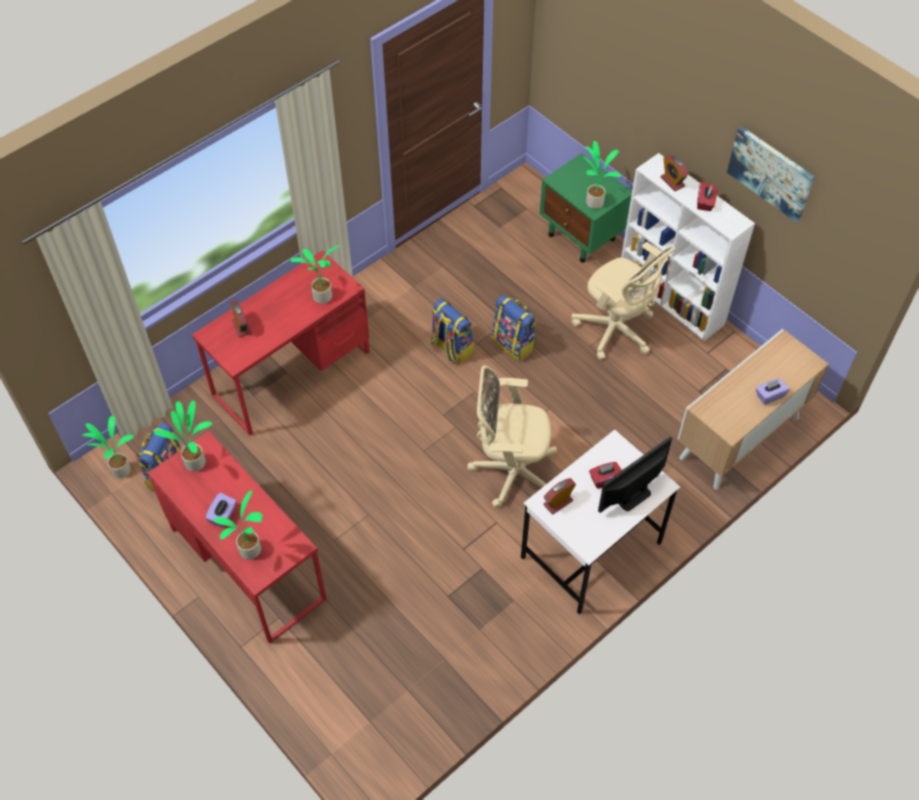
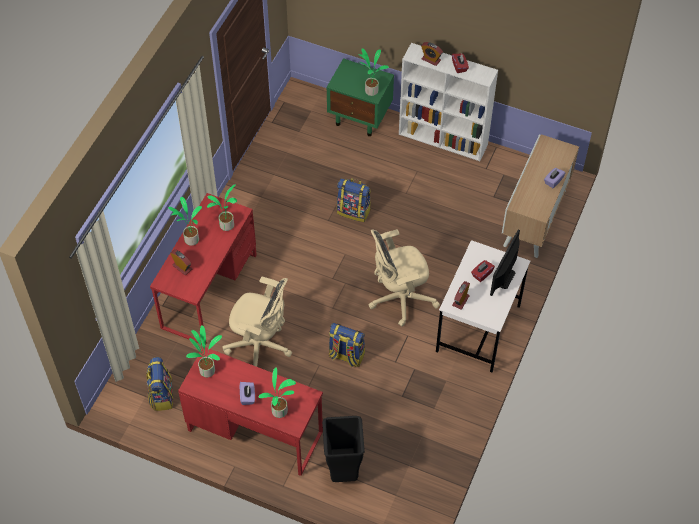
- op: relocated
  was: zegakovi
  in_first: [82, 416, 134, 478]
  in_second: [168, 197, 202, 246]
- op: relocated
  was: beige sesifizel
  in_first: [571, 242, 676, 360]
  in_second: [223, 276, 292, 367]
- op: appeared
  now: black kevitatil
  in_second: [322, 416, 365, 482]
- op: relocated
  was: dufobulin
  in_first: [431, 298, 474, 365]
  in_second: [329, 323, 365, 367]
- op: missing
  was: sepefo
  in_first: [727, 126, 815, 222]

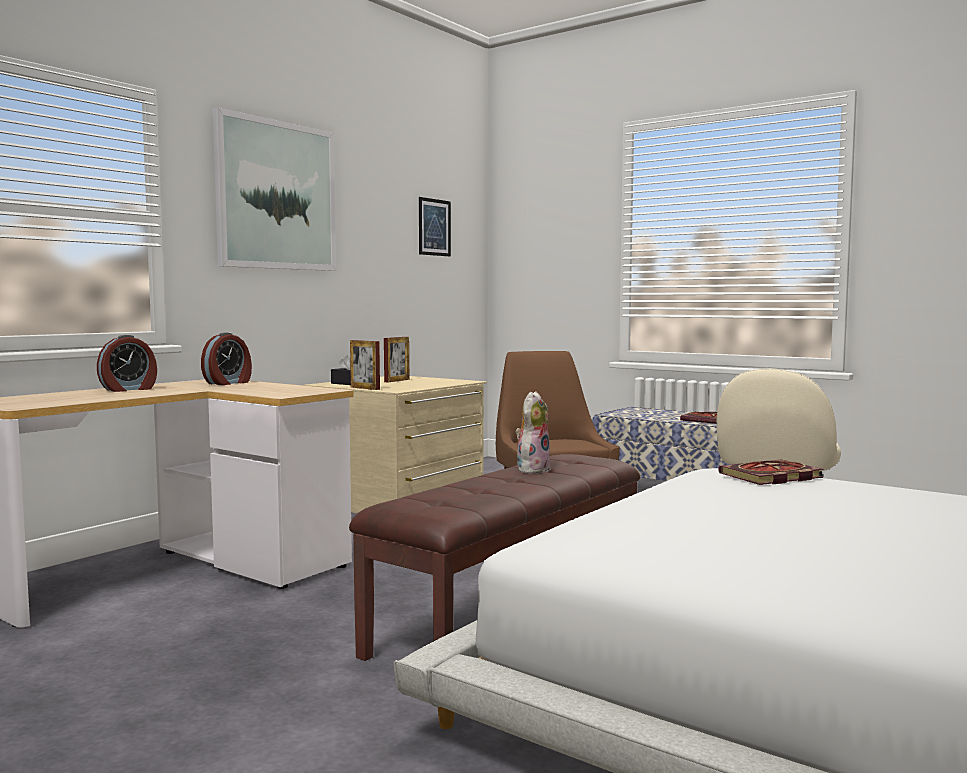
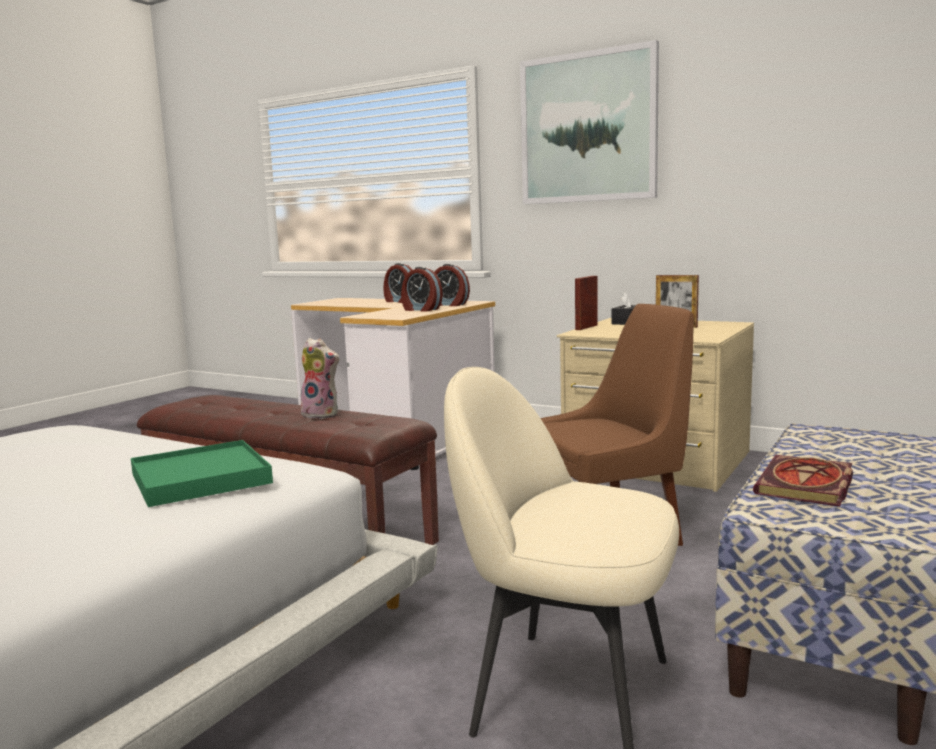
- op: exchanged
  was: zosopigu
  now: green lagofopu
  in_first: [718, 459, 824, 485]
  in_second: [131, 440, 273, 507]
- op: appeared
  now: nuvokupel
  in_second: [401, 267, 443, 312]
- op: missing
  was: sepefo
  in_first: [419, 197, 451, 256]

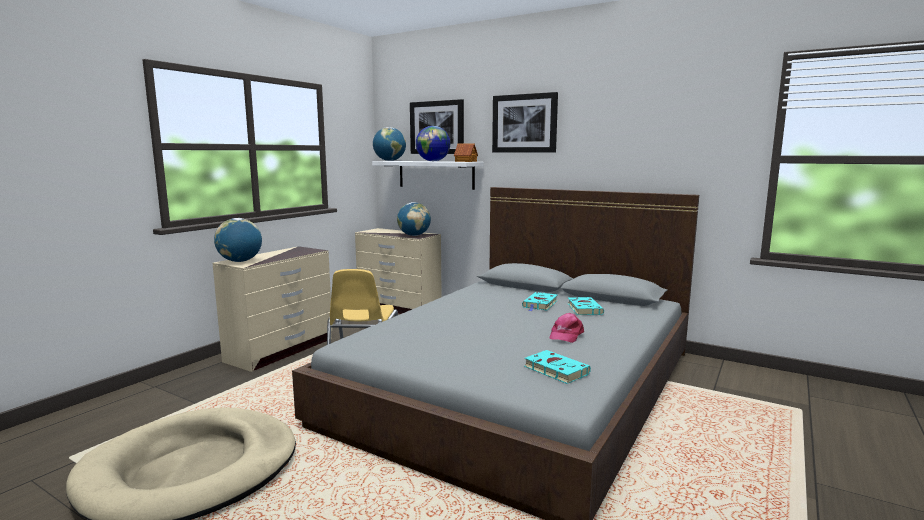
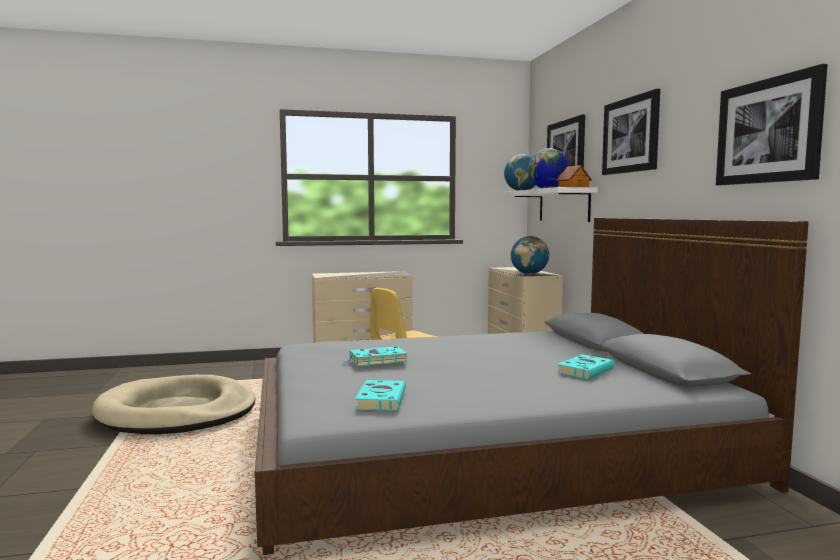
- op: relocated
  was: turquoise zosopigu
  in_first: [522, 292, 558, 311]
  in_second: [343, 346, 407, 366]
- op: appeared
  now: sepefo
  in_second: [716, 64, 828, 185]
- op: missing
  was: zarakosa
  in_first: [214, 218, 262, 262]
- op: missing
  was: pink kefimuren
  in_first: [550, 313, 584, 343]

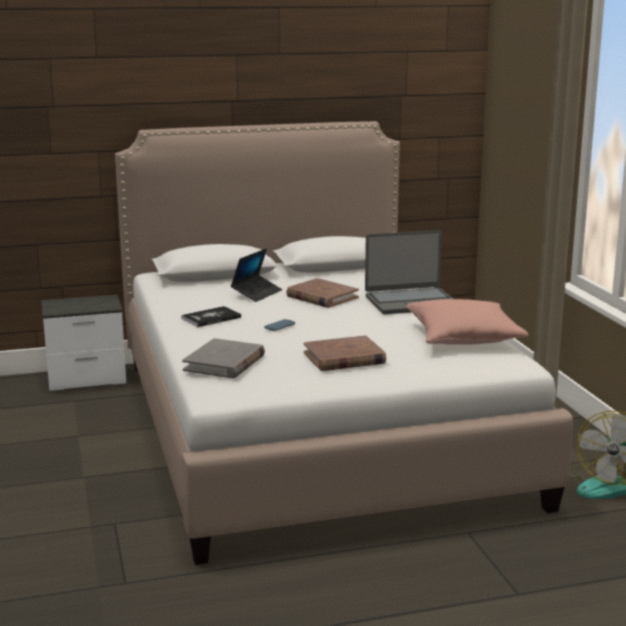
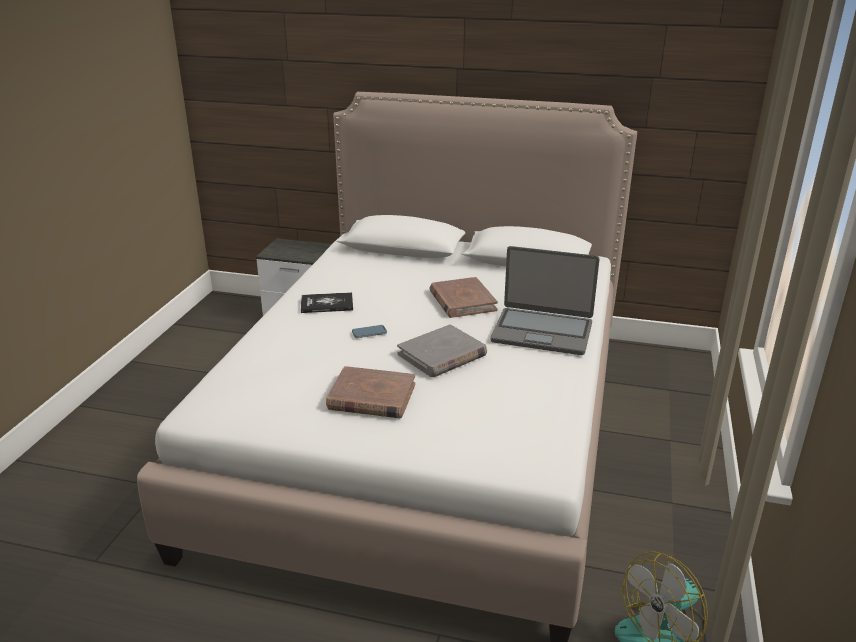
- op: relocated
  was: grey zosopigu
  in_first: [182, 338, 265, 378]
  in_second: [397, 324, 487, 377]
- op: missing
  was: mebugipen
  in_first: [231, 248, 282, 302]
- op: missing
  was: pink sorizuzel
  in_first: [406, 299, 529, 345]

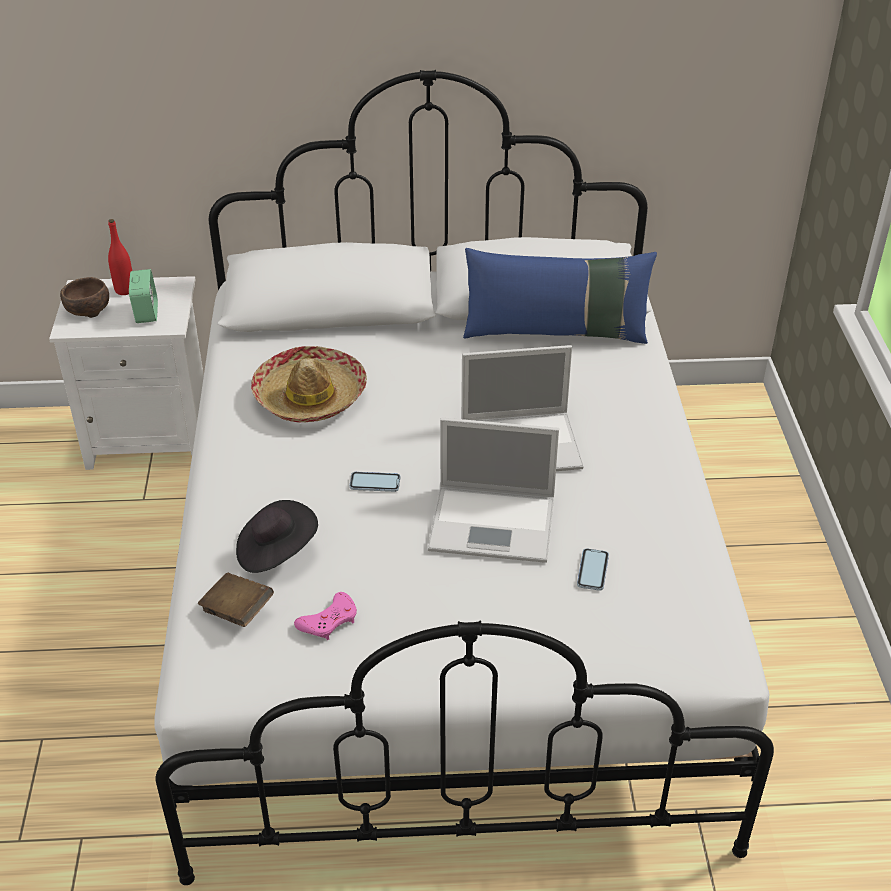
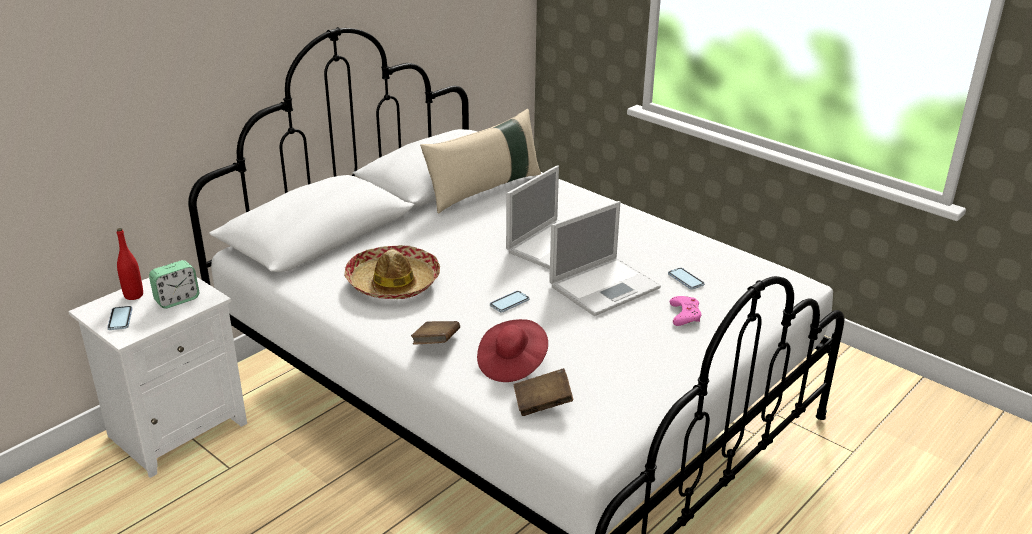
- op: exchanged
  was: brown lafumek
  now: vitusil
  in_first: [60, 277, 109, 318]
  in_second: [107, 306, 133, 330]
- op: spun
  was: nuvokupel
  in_first: [129, 269, 158, 323]
  in_second: [149, 260, 199, 309]
  clockwise: 105
- op: appeared
  now: brown zosopigu
  in_second: [411, 321, 460, 345]
- op: colour
  was: blue sorizuzel
  now: beige sorizuzel
  in_first: [463, 248, 657, 344]
  in_second: [420, 109, 541, 214]
- op: colour
  was: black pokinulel
  now: red pokinulel
  in_first: [236, 500, 318, 573]
  in_second: [477, 319, 548, 382]
- op: relocated
  was: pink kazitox
  in_first: [294, 592, 357, 640]
  in_second: [670, 296, 701, 326]

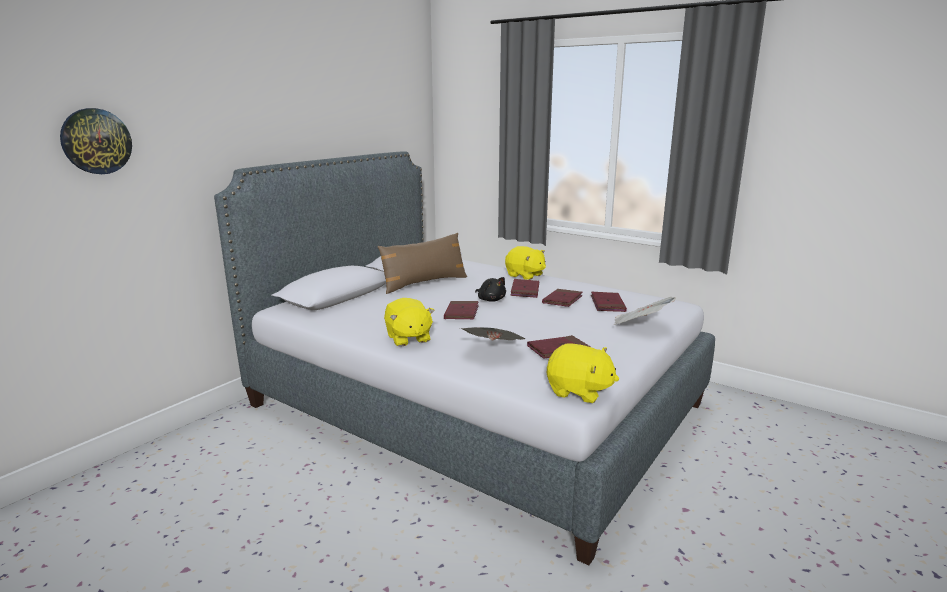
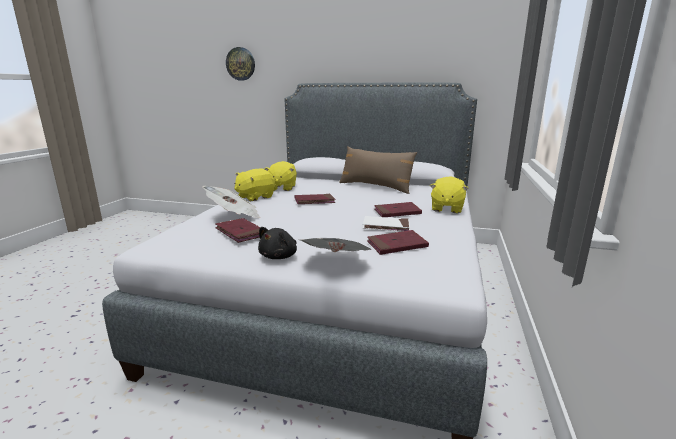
- op: relocated
  was: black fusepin
  in_first: [475, 277, 506, 302]
  in_second: [258, 227, 297, 259]
- op: relocated
  was: yellow fusepin
  in_first: [547, 343, 619, 403]
  in_second: [264, 161, 297, 191]
- op: colour
  was: red zosopigu
  now: white zosopigu
  in_first: [542, 289, 583, 307]
  in_second: [363, 216, 410, 232]

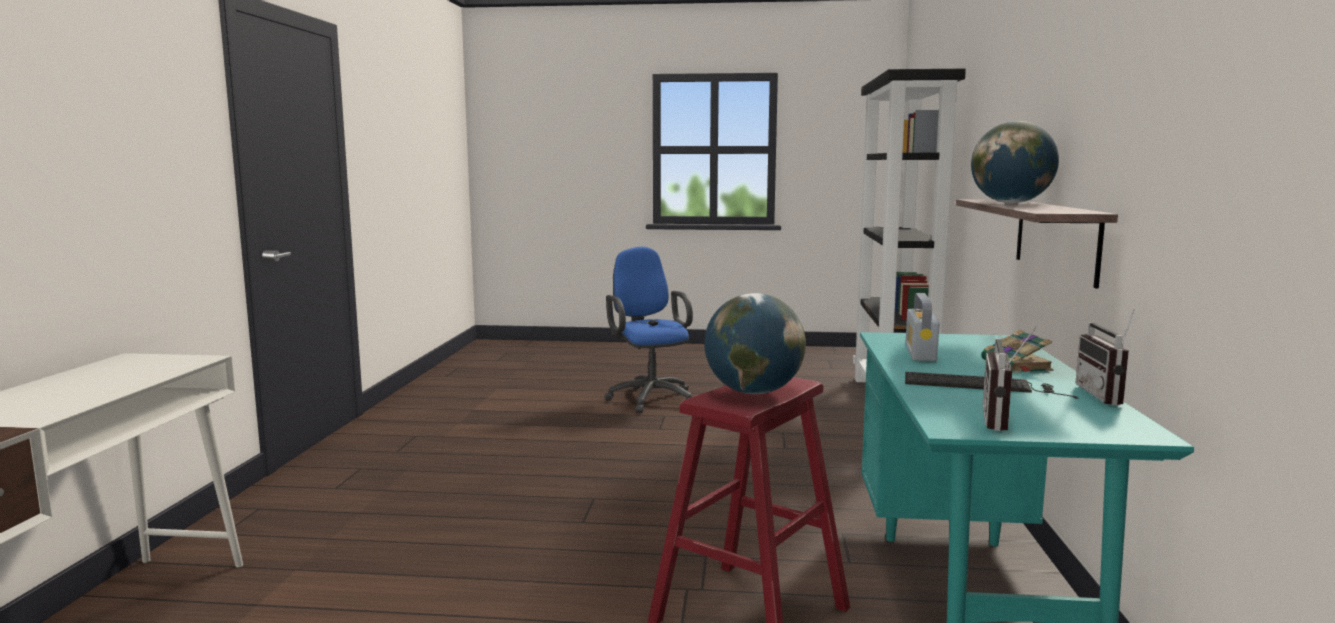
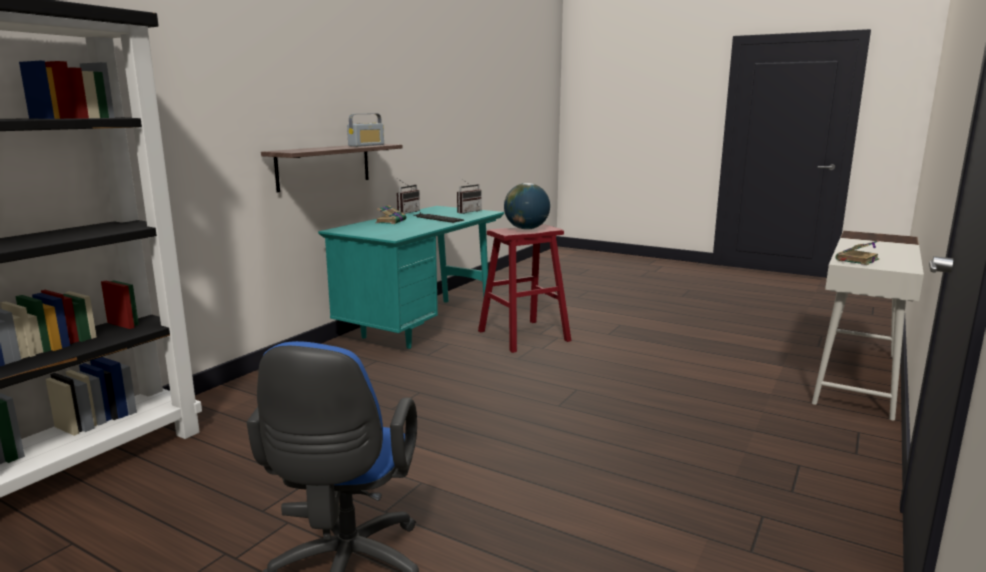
- op: relocated
  was: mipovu
  in_first: [905, 293, 939, 361]
  in_second: [347, 113, 384, 147]
- op: appeared
  now: zosopigu
  in_second: [835, 240, 879, 265]
- op: missing
  was: zarakosa
  in_first: [971, 121, 1059, 203]

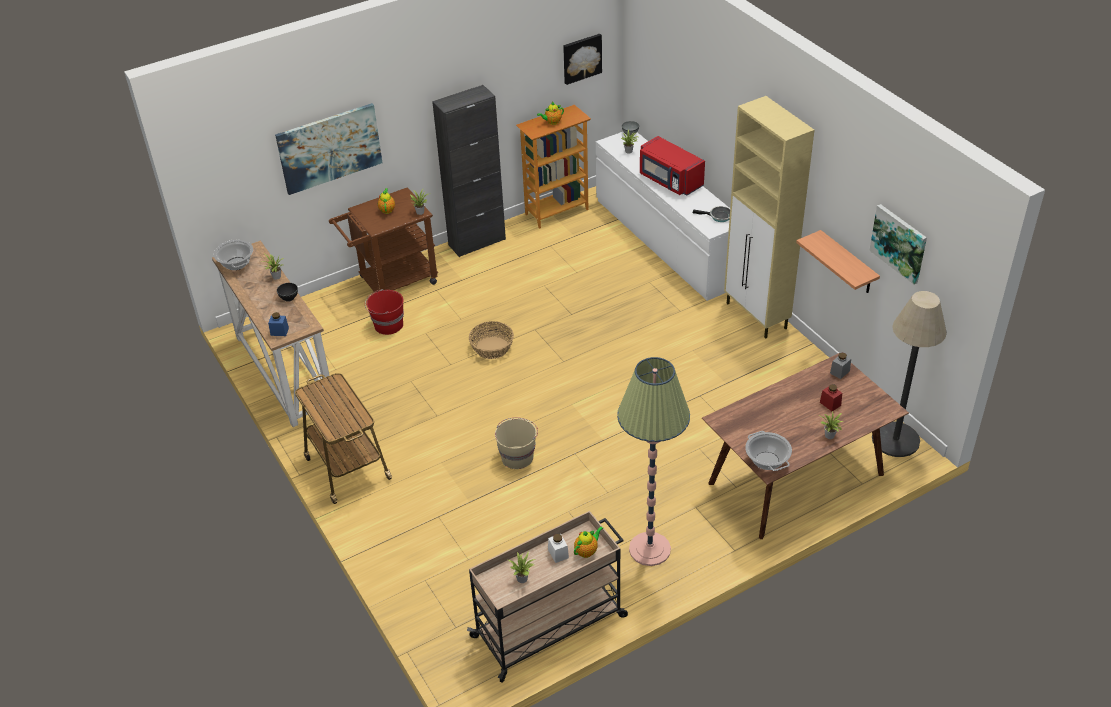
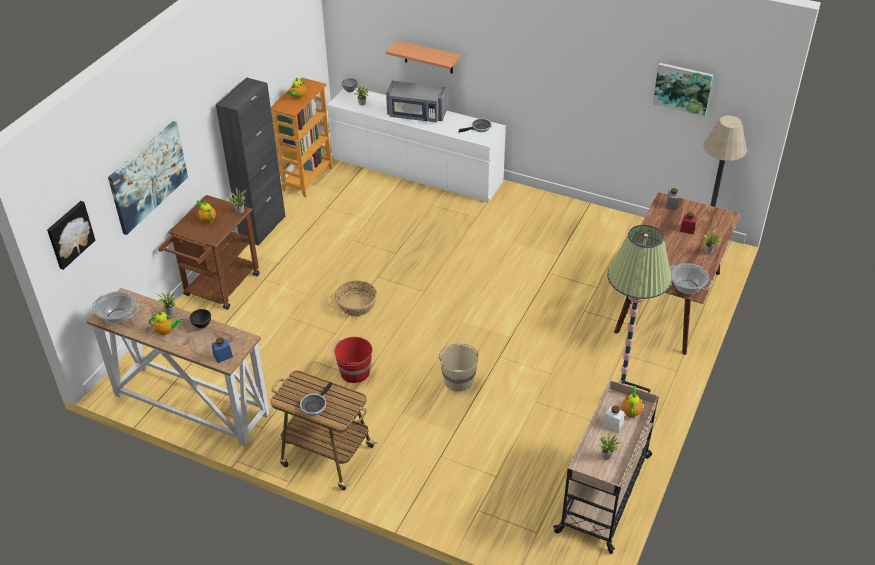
- op: relocated
  was: sepefo
  in_first: [563, 34, 602, 85]
  in_second: [47, 201, 95, 270]
- op: appeared
  now: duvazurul
  in_second: [149, 311, 183, 335]
- op: appeared
  now: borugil
  in_second: [300, 382, 332, 415]
- op: relocated
  was: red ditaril
  in_first: [365, 289, 404, 335]
  in_second: [332, 337, 372, 383]
- op: relocated
  was: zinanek
  in_first: [796, 230, 880, 293]
  in_second: [386, 40, 461, 73]
- op: colour
  was: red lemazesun
  now: grey lemazesun
  in_first: [640, 136, 705, 196]
  in_second: [386, 80, 447, 123]
- op: missing
  was: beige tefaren
  in_first: [724, 96, 814, 339]

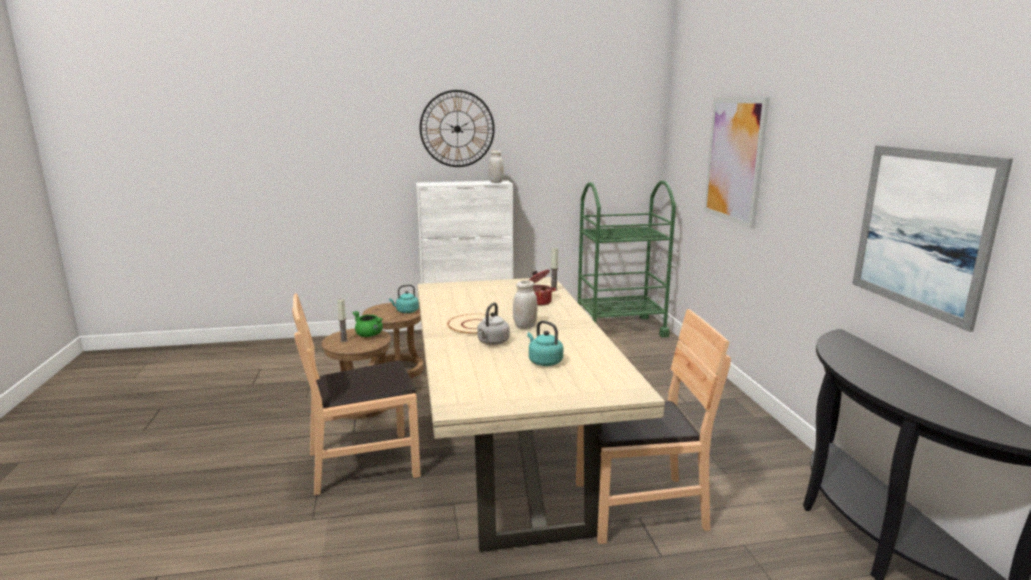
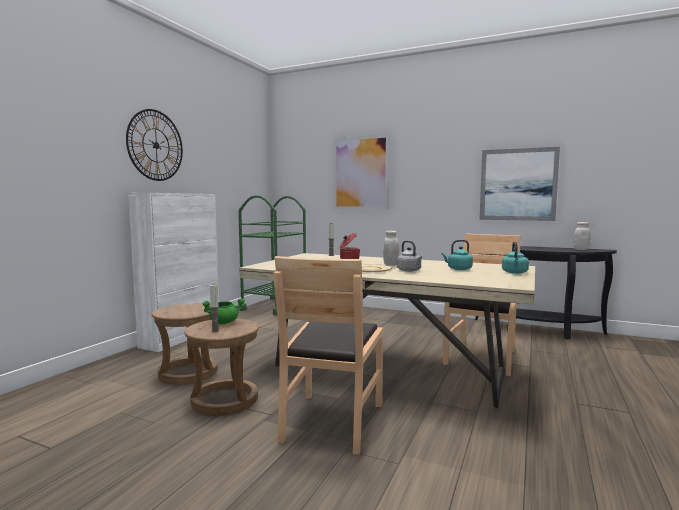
- op: relocated
  was: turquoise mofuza
  in_first: [389, 284, 419, 313]
  in_second: [502, 241, 529, 274]
- op: relocated
  was: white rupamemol
  in_first: [488, 150, 504, 183]
  in_second: [574, 222, 591, 250]

